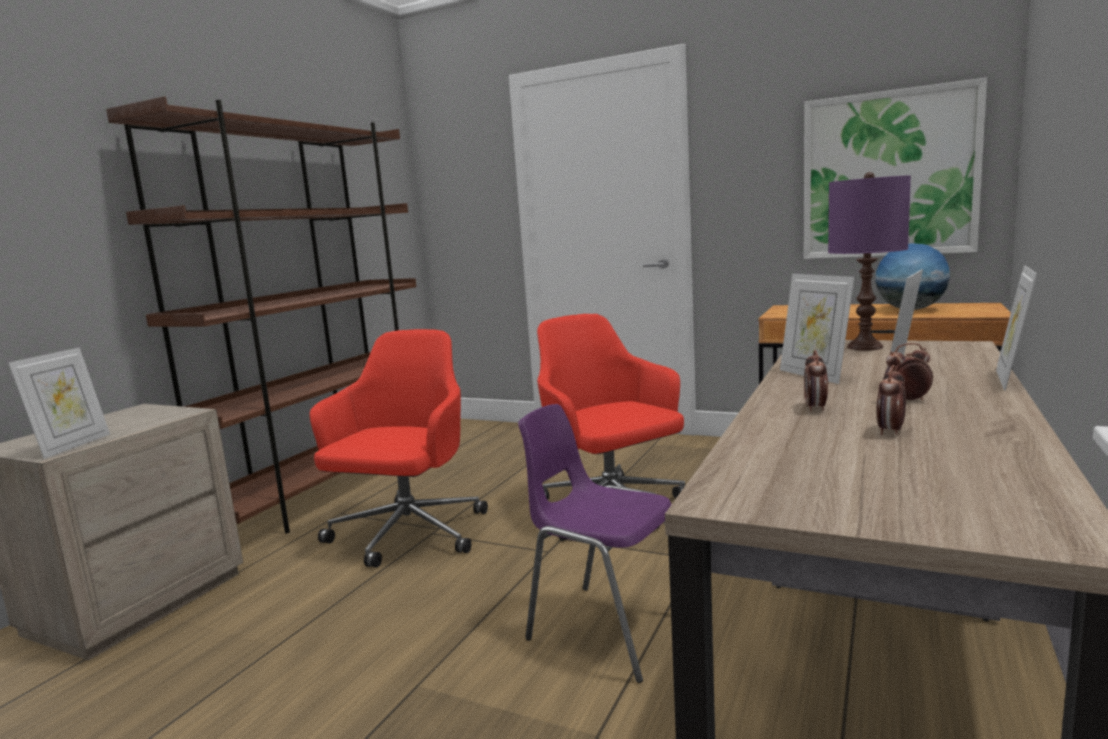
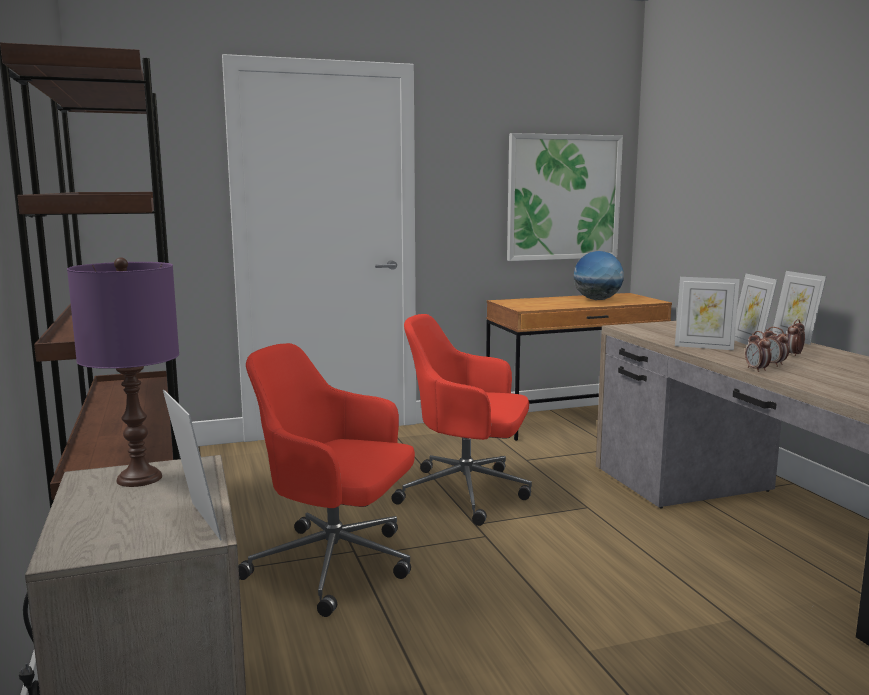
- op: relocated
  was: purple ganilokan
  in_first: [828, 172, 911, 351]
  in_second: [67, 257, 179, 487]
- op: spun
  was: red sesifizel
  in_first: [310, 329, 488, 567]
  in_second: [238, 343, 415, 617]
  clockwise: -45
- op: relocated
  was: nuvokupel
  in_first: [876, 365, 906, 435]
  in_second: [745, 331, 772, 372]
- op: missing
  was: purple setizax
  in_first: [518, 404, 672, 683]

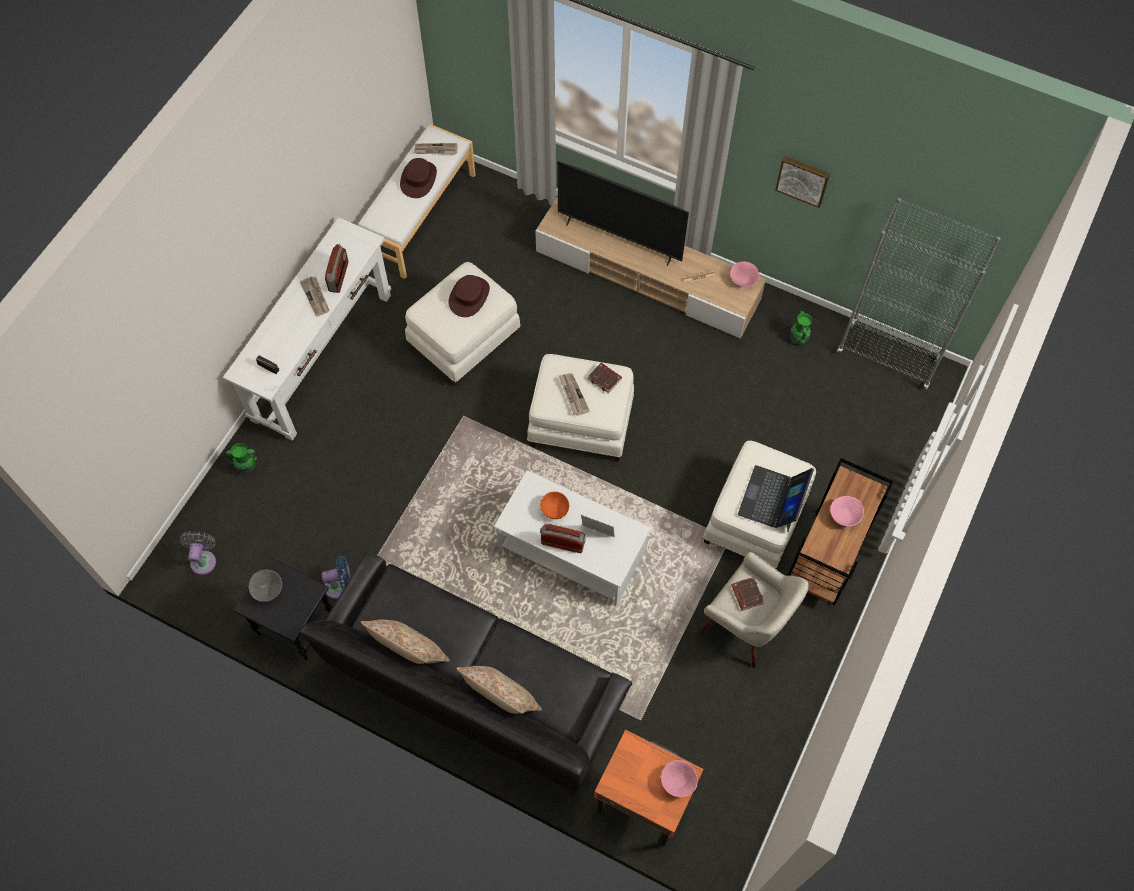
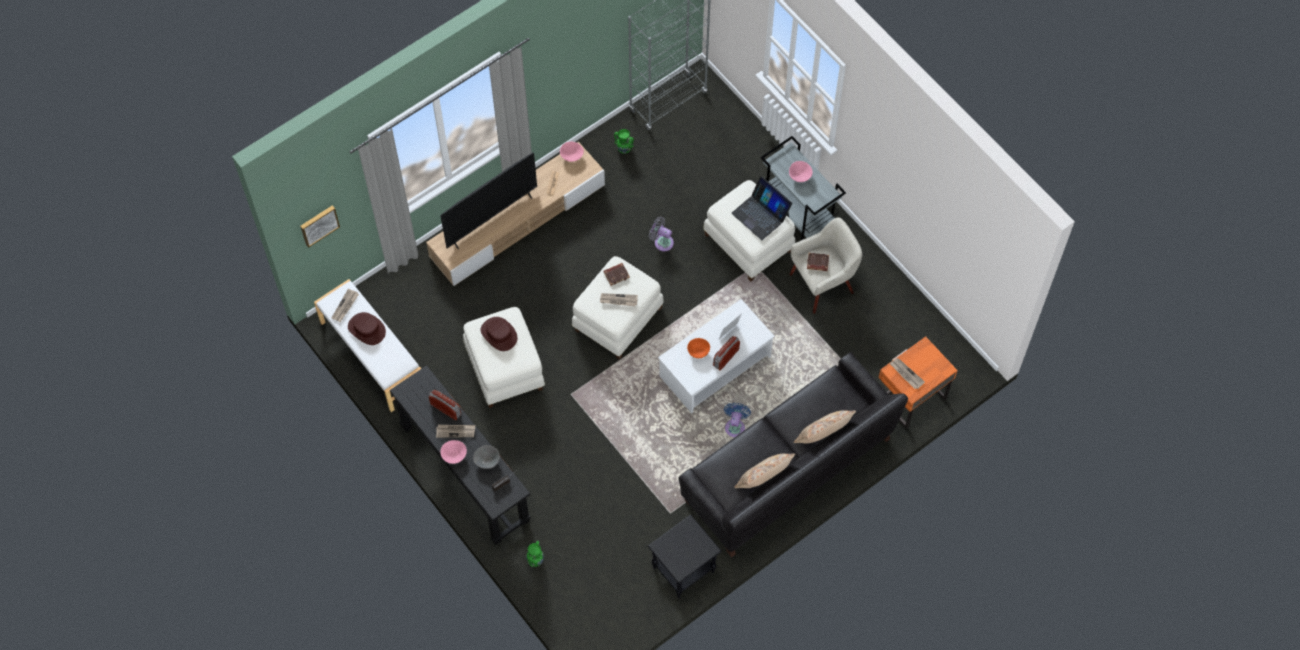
- op: relocated
  was: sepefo
  in_first: [775, 156, 830, 208]
  in_second: [300, 205, 340, 248]
- op: colour
  was: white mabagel
  now: black mabagel
  in_first: [223, 217, 391, 441]
  in_second: [390, 365, 531, 545]
- op: relocated
  was: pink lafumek
  in_first: [661, 760, 697, 797]
  in_second: [440, 440, 467, 464]
- op: relocated
  was: grey lafumek
  in_first: [249, 569, 282, 602]
  in_second: [473, 445, 500, 469]
- op: relocated
  was: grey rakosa
  in_first: [180, 531, 216, 575]
  in_second: [649, 217, 674, 252]
- op: relocated
  was: blue rakosa
  in_first: [322, 556, 351, 599]
  in_second: [724, 403, 751, 437]
- op: colour
  was: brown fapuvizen
  now: grey fapuvizen
  in_first: [787, 458, 894, 605]
  in_second: [761, 136, 846, 241]
- op: appeared
  now: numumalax
  in_second: [890, 358, 925, 389]

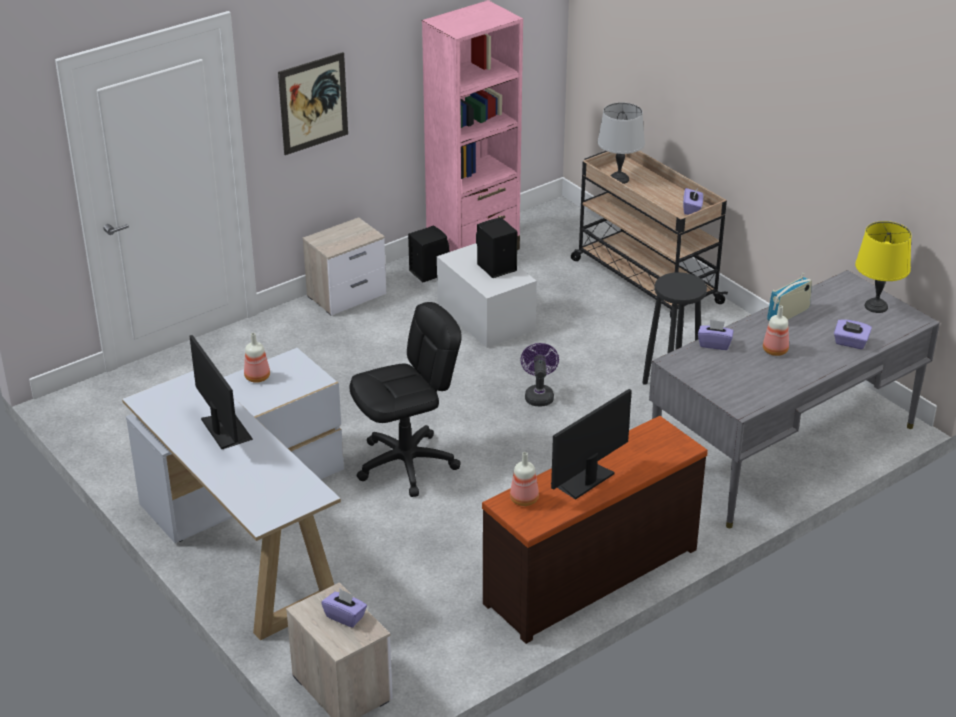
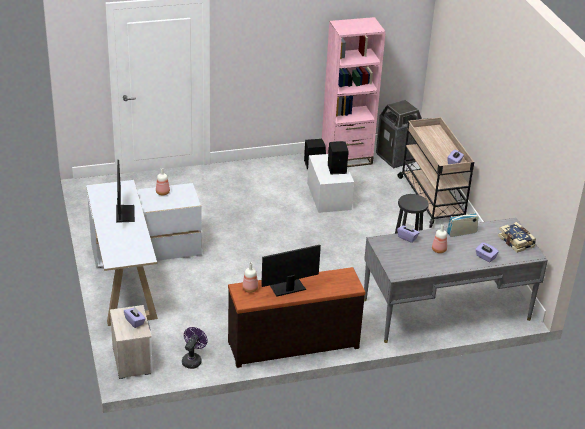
- op: relocated
  was: purple rakosa
  in_first: [520, 343, 559, 406]
  in_second: [182, 327, 208, 369]
- op: appeared
  now: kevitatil
  in_second: [376, 100, 422, 169]
- op: exchanged
  was: yellow ganilokan
  now: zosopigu
  in_first: [855, 221, 911, 313]
  in_second: [498, 222, 536, 253]
- op: missing
  was: sepefo
  in_first: [278, 52, 348, 155]
- op: missing
  was: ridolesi
  in_first: [303, 217, 386, 315]
- op: missing
  was: black sesifizel
  in_first: [350, 302, 462, 497]
- op: missing
  was: grey ganilokan
  in_first: [598, 103, 645, 184]

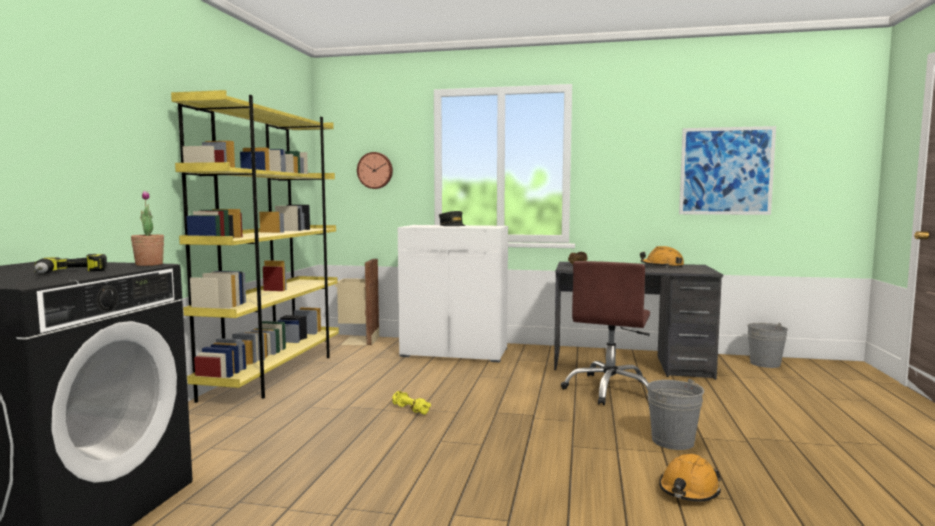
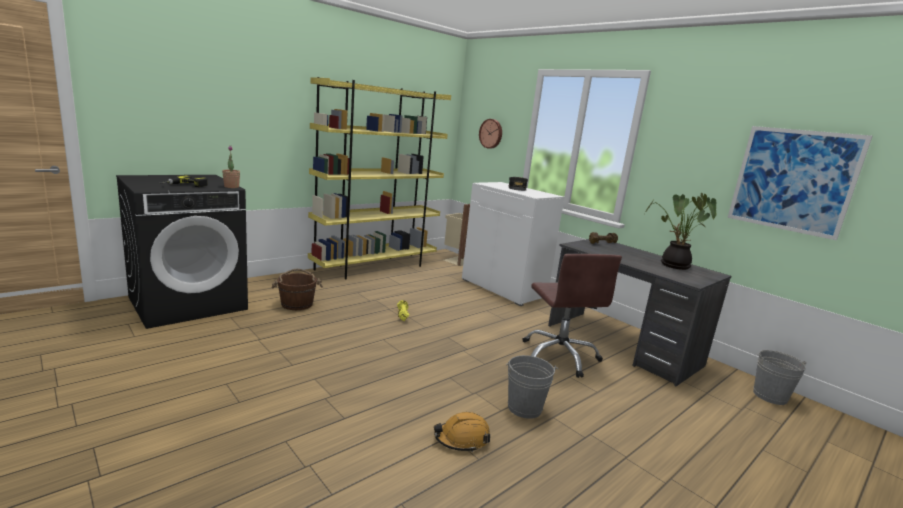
- op: appeared
  now: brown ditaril
  in_second: [271, 269, 323, 310]
- op: spun
  was: brown sesifizel
  in_first: [561, 261, 650, 405]
  in_second: [522, 254, 622, 378]
  clockwise: -75
- op: exchanged
  was: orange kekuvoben
  now: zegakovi
  in_first: [640, 246, 684, 268]
  in_second: [645, 193, 716, 270]

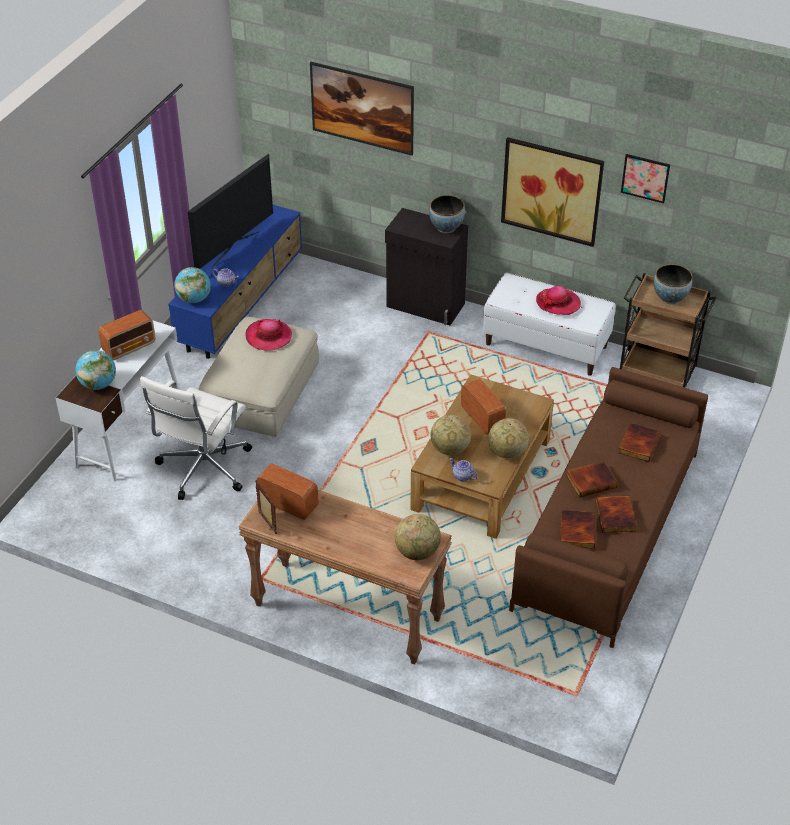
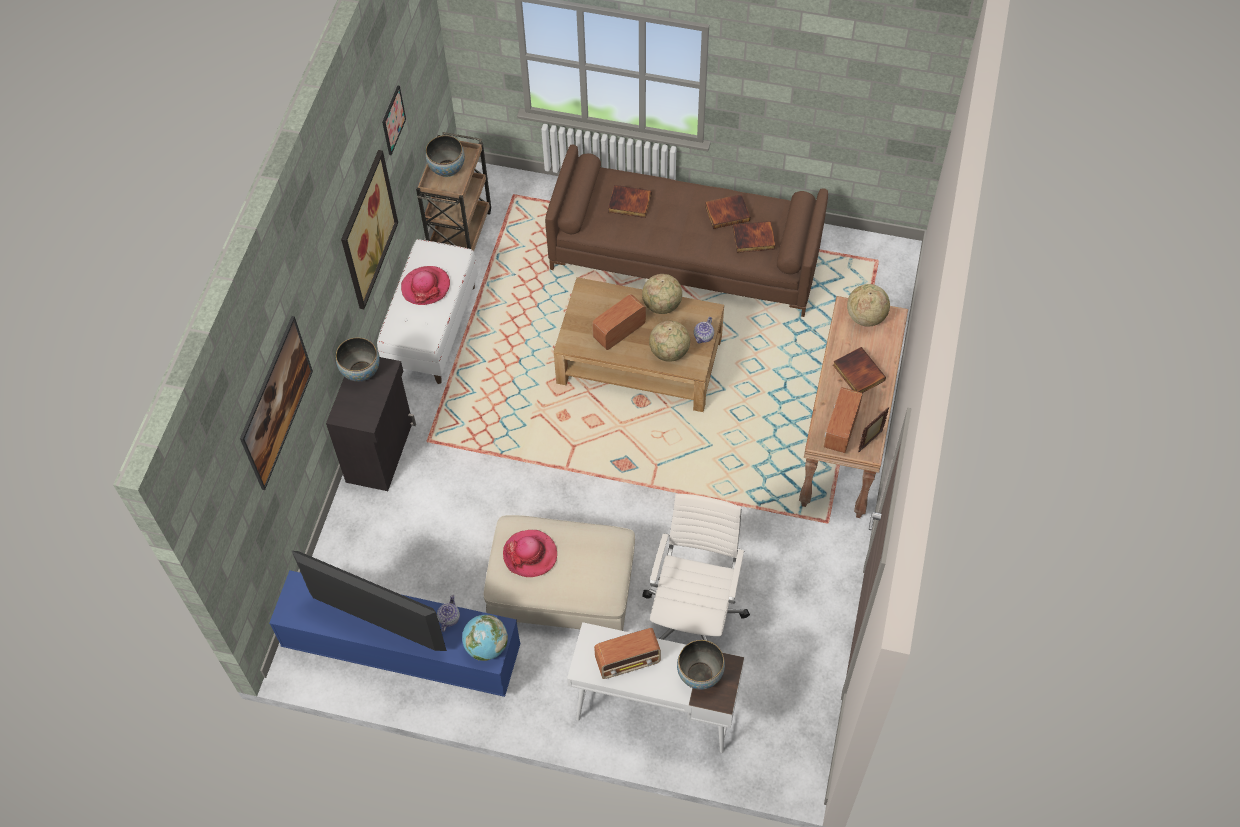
- op: spun
  was: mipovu
  in_first: [98, 310, 155, 360]
  in_second: [594, 628, 661, 679]
  clockwise: 120
- op: spun
  was: white sesifizel
  in_first: [140, 376, 252, 500]
  in_second: [642, 493, 750, 641]
  clockwise: -90
- op: exchanged
  was: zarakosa
  now: lafumek
  in_first: [75, 350, 116, 390]
  in_second: [677, 640, 725, 690]
- op: relocated
  was: zosopigu
  in_first: [566, 461, 618, 498]
  in_second: [833, 347, 886, 393]

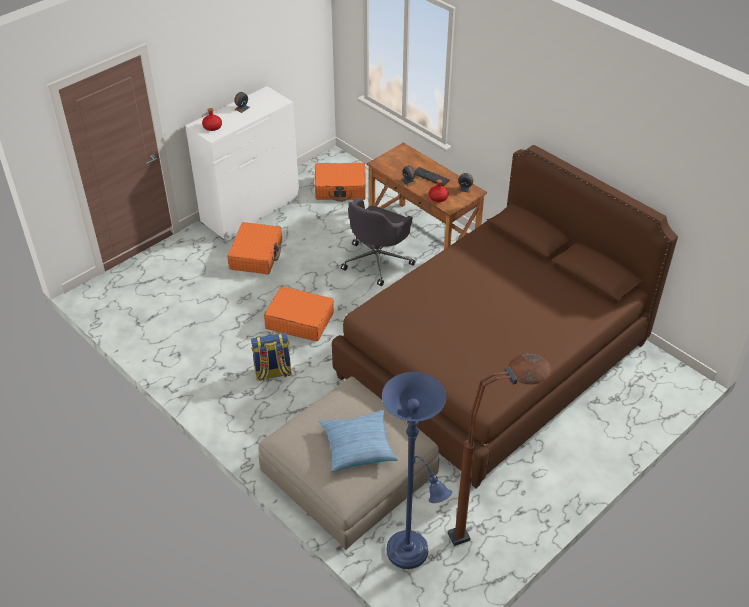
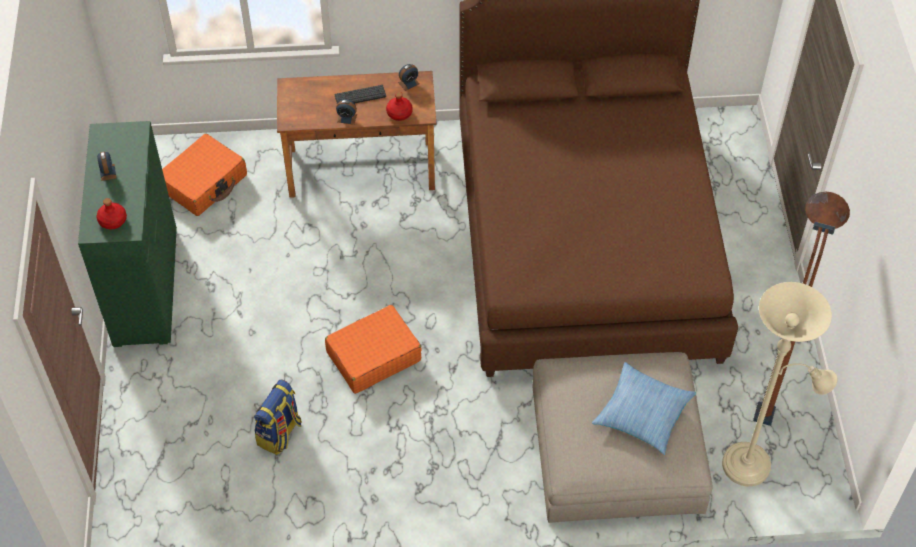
- op: colour
  was: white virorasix
  now: green virorasix
  in_first: [185, 86, 299, 240]
  in_second: [78, 121, 177, 347]
- op: relocated
  was: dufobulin
  in_first: [251, 333, 292, 381]
  in_second: [254, 379, 302, 455]
- op: colour
  was: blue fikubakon
  now: beige fikubakon
  in_first: [382, 372, 452, 569]
  in_second: [722, 282, 837, 486]
- op: missing
  was: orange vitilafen
  in_first: [228, 222, 282, 274]
- op: missing
  was: grey sesifizel
  in_first: [341, 197, 416, 286]

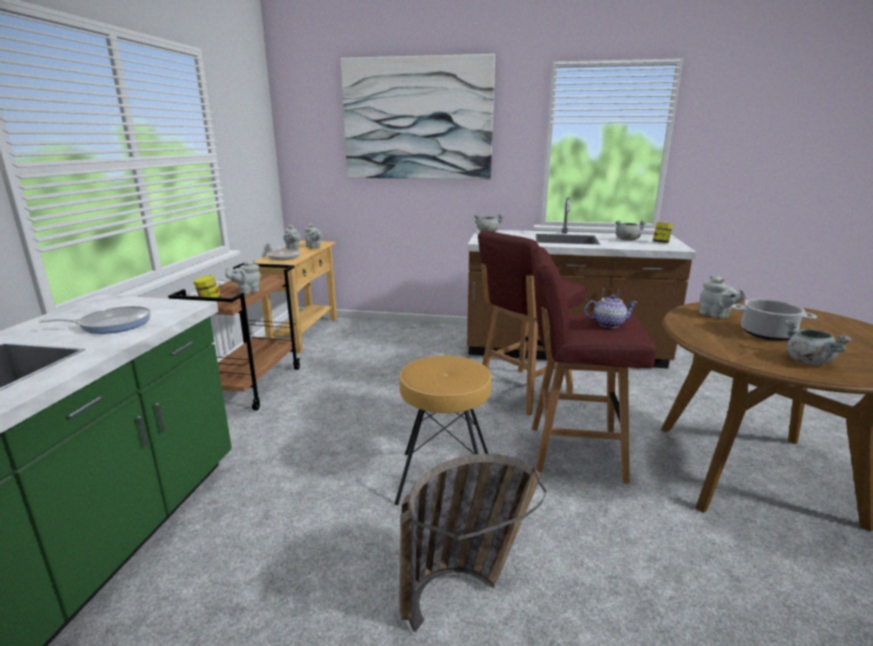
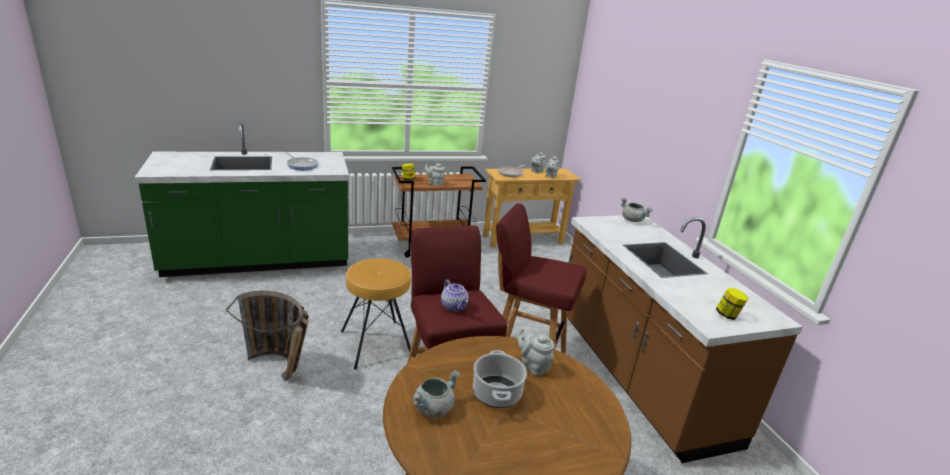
- op: spun
  was: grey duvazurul
  in_first: [699, 276, 746, 318]
  in_second: [516, 328, 555, 376]
  clockwise: 105
- op: missing
  was: sepefo
  in_first: [341, 54, 495, 180]
- op: missing
  was: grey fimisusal
  in_first: [615, 220, 647, 241]

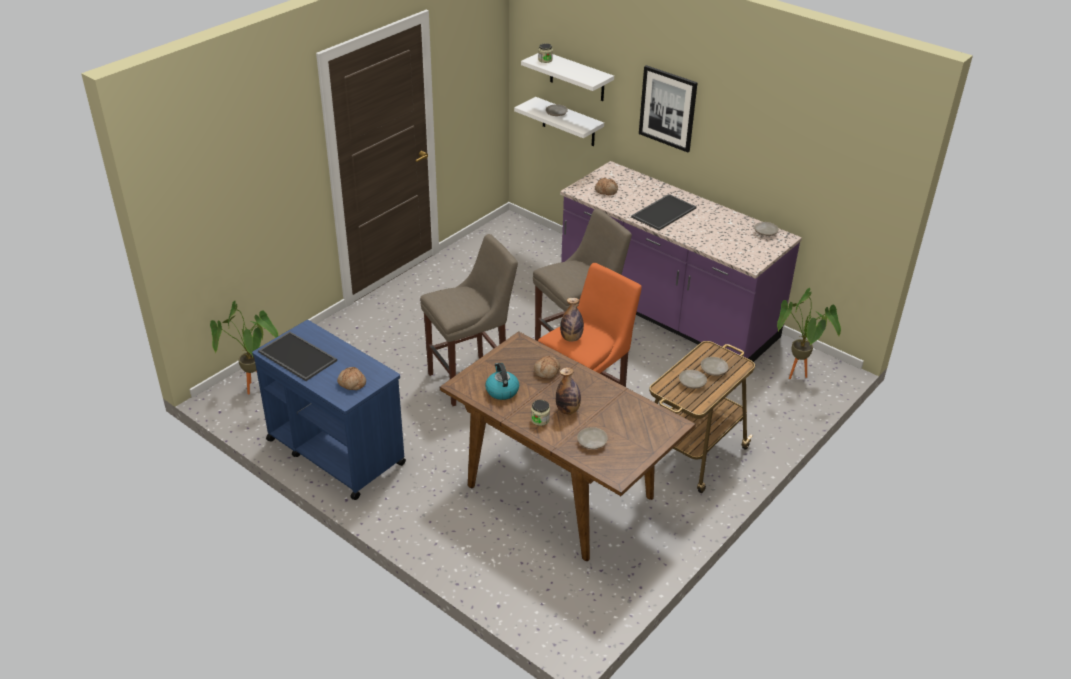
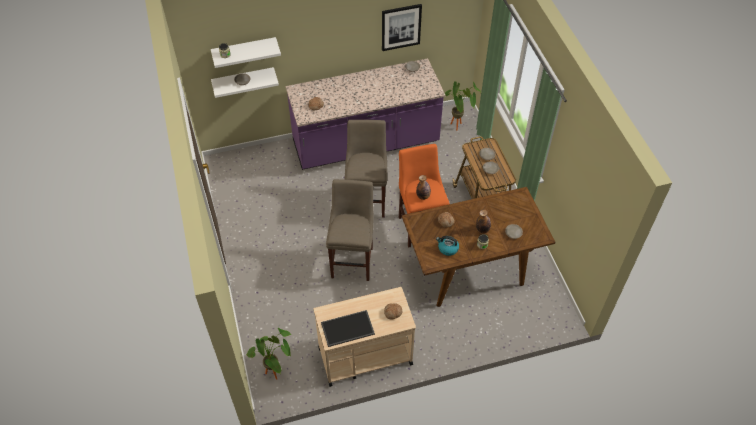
- op: colour
  was: blue fapuvizen
  now: beige fapuvizen
  in_first: [252, 320, 406, 500]
  in_second: [313, 287, 416, 387]
- op: relocated
  was: sepefo
  in_first: [639, 65, 698, 152]
  in_second: [382, 4, 422, 51]
- op: missing
  was: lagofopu
  in_first: [631, 194, 696, 231]

